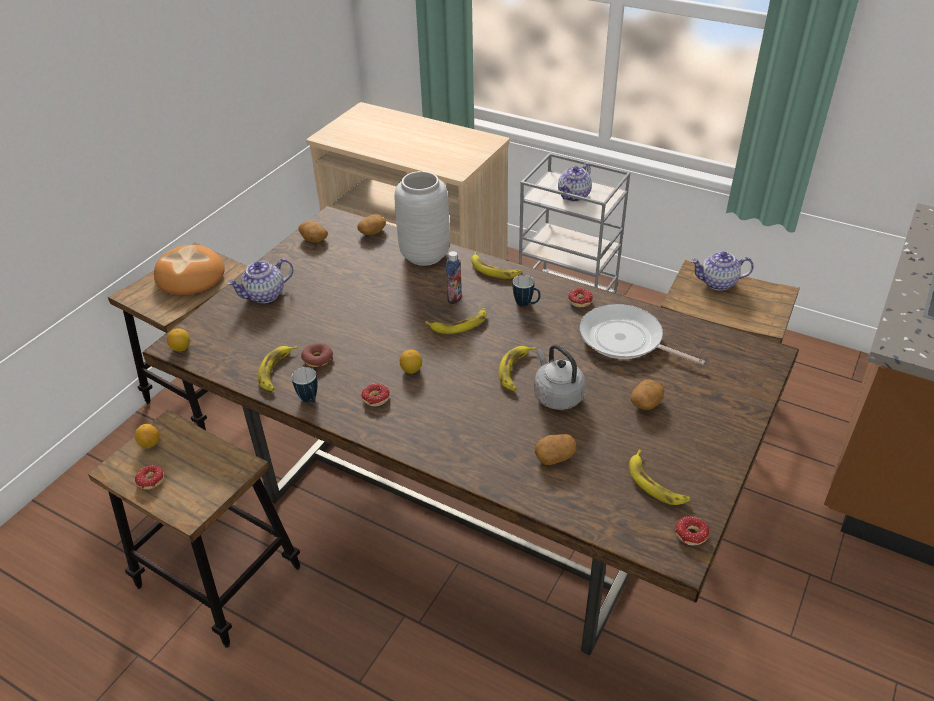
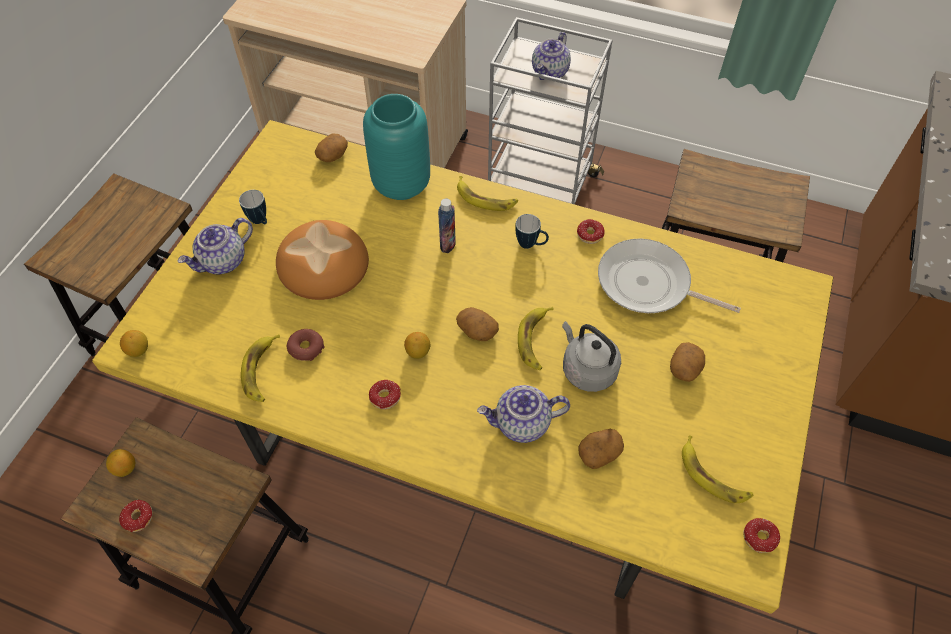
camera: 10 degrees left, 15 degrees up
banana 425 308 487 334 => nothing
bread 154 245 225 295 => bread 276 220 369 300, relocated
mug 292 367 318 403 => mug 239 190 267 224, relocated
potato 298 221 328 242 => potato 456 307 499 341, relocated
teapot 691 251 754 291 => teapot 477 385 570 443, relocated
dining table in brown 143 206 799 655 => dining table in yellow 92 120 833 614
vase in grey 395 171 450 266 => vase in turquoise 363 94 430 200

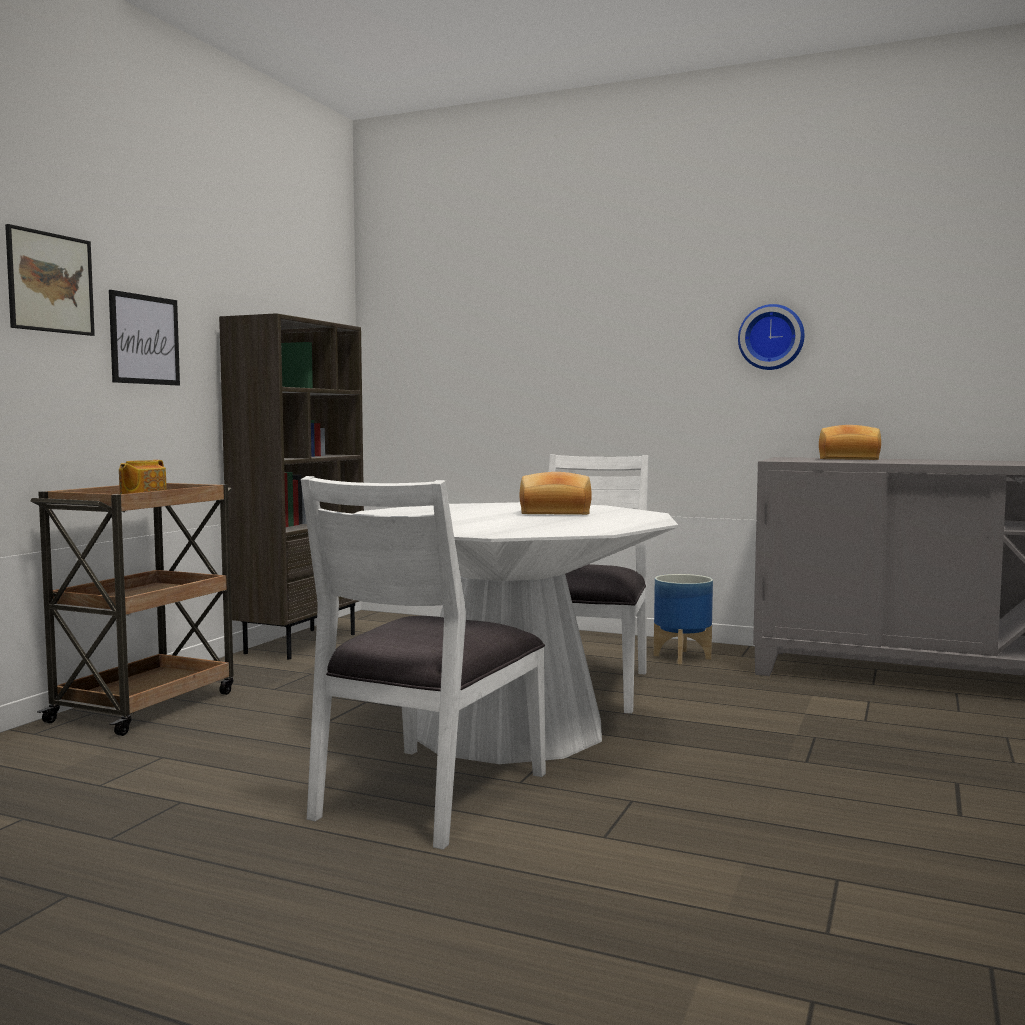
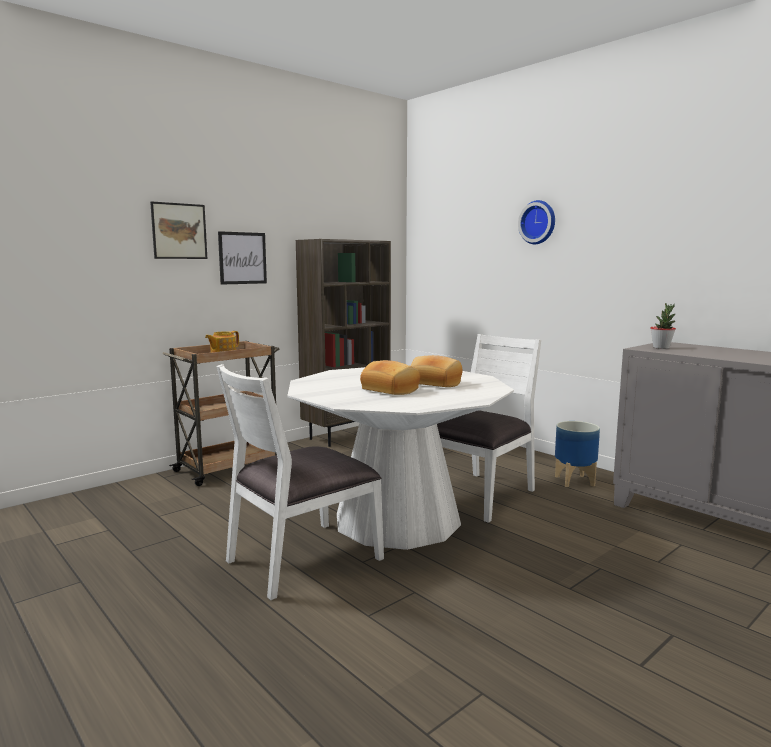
camera: 25 degrees right, 5 degrees up
nothing => potted plant 650 303 676 349
wall clock 738 304 805 370 => wall clock 518 200 555 244, relocated
bread 819 425 881 460 => bread 360 360 420 395, relocated

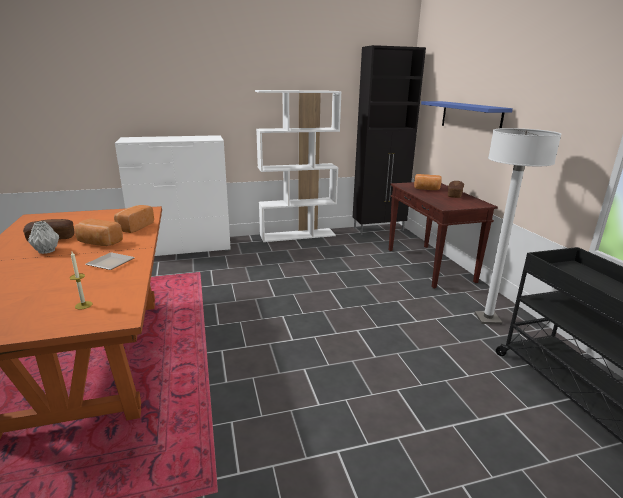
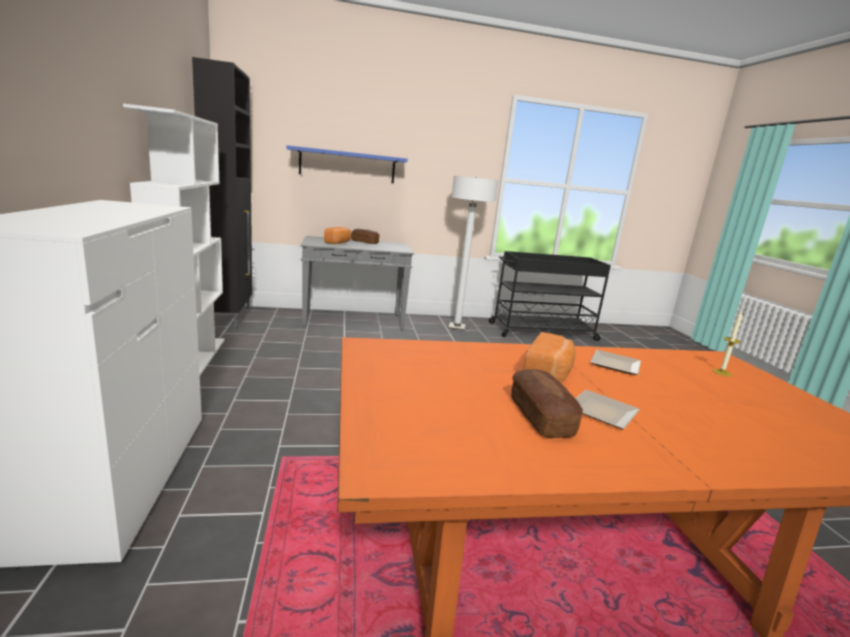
camera: 85 degrees left, 5 degrees down
bread 114 205 154 233 => nothing
vase in grey 28 221 59 254 => plate 575 390 640 430
console table in brown 389 182 498 289 => console table in grey 301 236 414 330

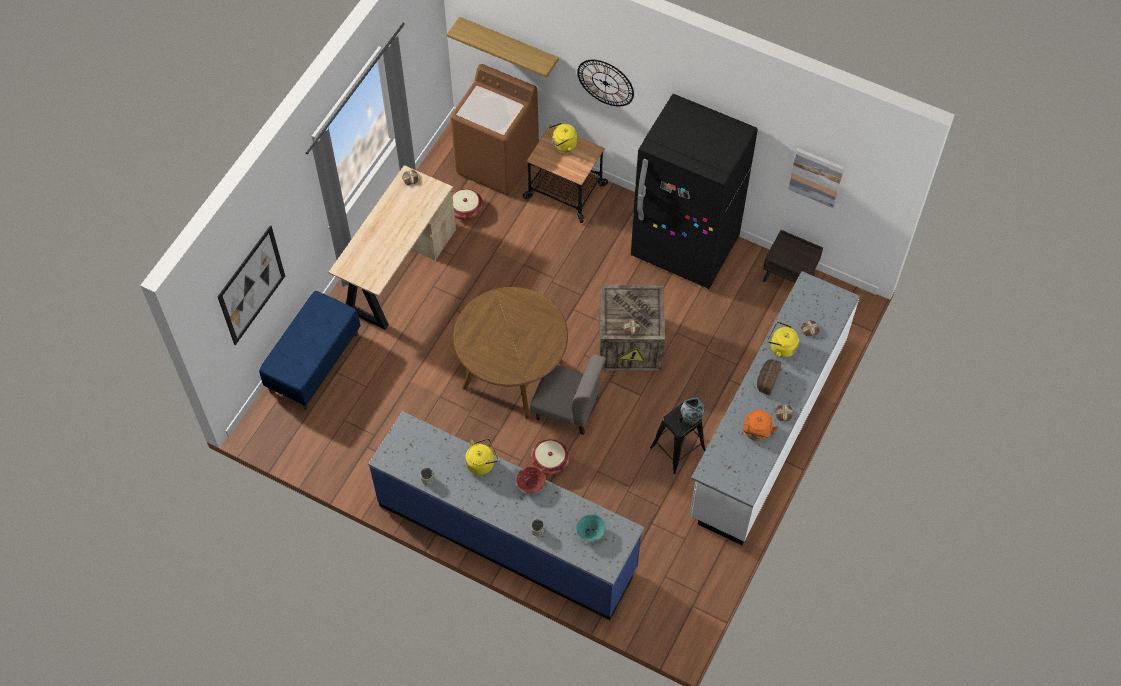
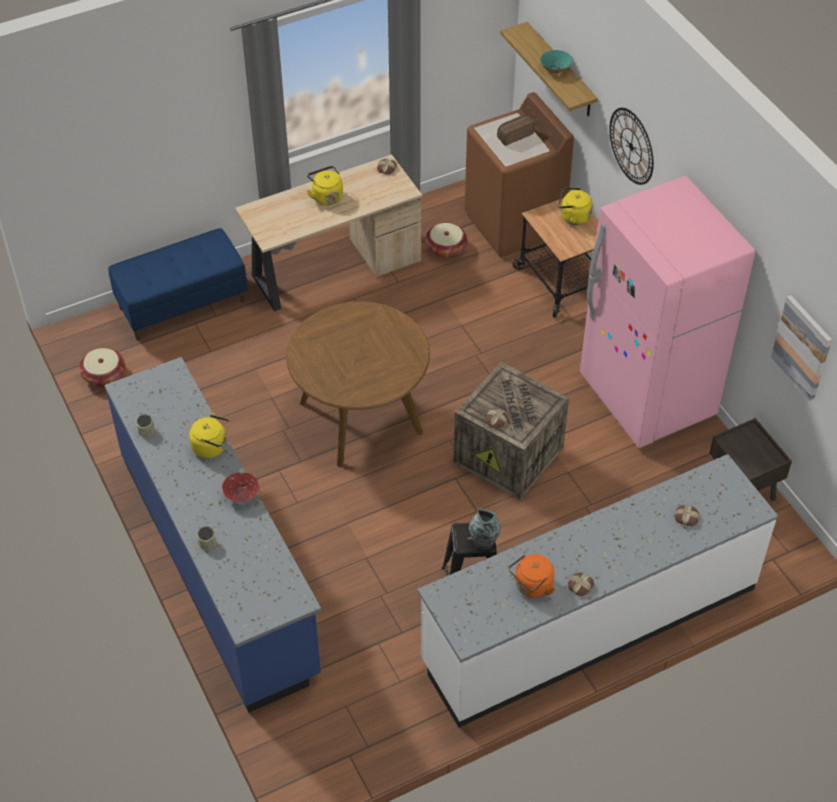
camera: 35 degrees right, 10 degrees down
picture 217 225 285 345 => nothing
chair in grey 530 355 606 435 => nothing
basket 531 439 570 475 => basket 79 348 125 387, relocated
bowl in turquoise 576 514 606 541 => bowl in turquoise 540 50 573 74, relocated
bread 757 359 781 395 => bread 497 115 535 146, relocated
kettle in yellow 768 322 799 357 => kettle in yellow 307 166 343 206, relocated
fridge in black 631 94 758 289 => fridge in pink 580 176 755 448

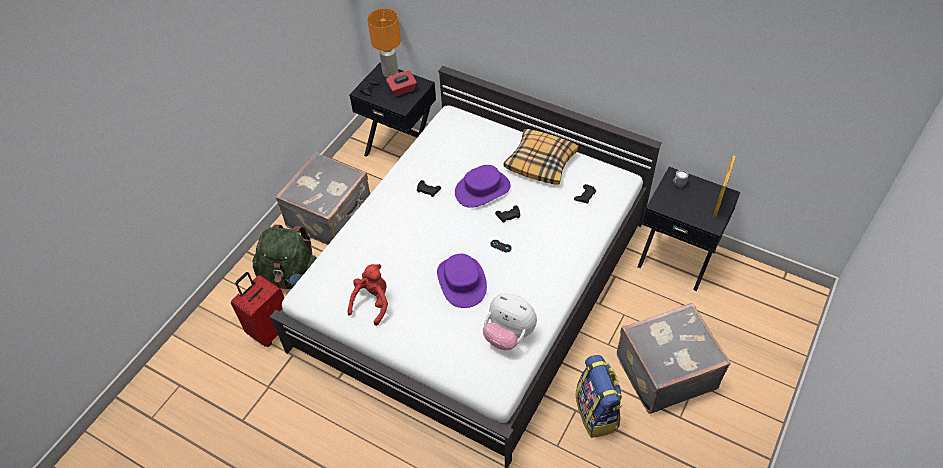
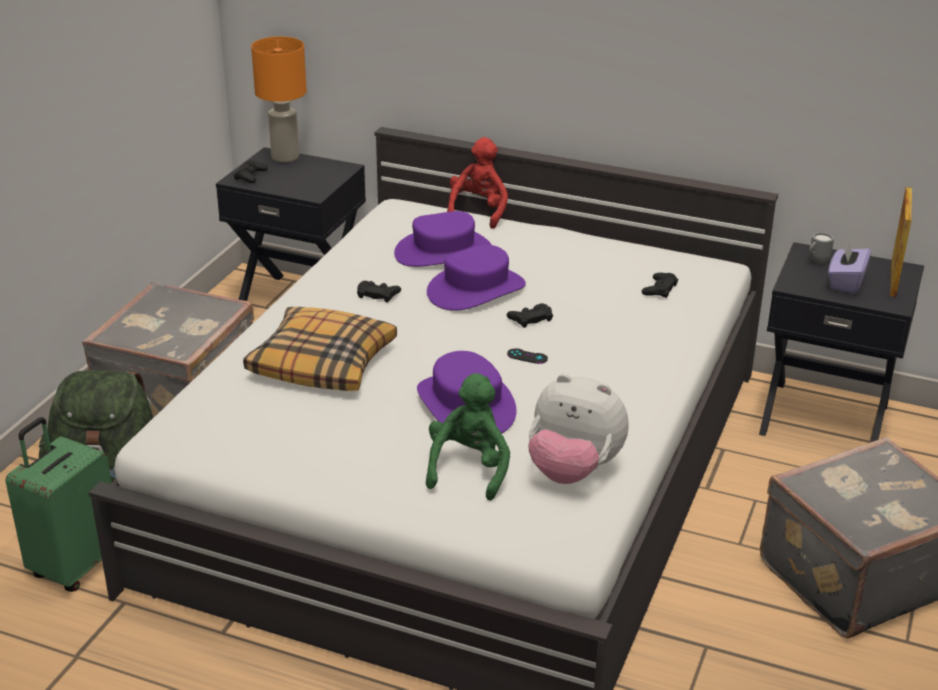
camera: 10 degrees left, 20 degrees down
tissue box in red 386 71 417 96 => nothing
backpack 575 355 622 438 => nothing
nothing => hat in purple 394 211 492 267
nothing => plush toy in green 426 373 510 501
nothing => tissue box in purple 828 240 871 294
plush toy in red 348 264 388 326 => plush toy in red 447 137 508 229, relocated
pillow 504 129 579 185 => pillow 243 307 397 391, relocated
suitcase in red 231 272 284 347 => suitcase in green 5 417 112 592

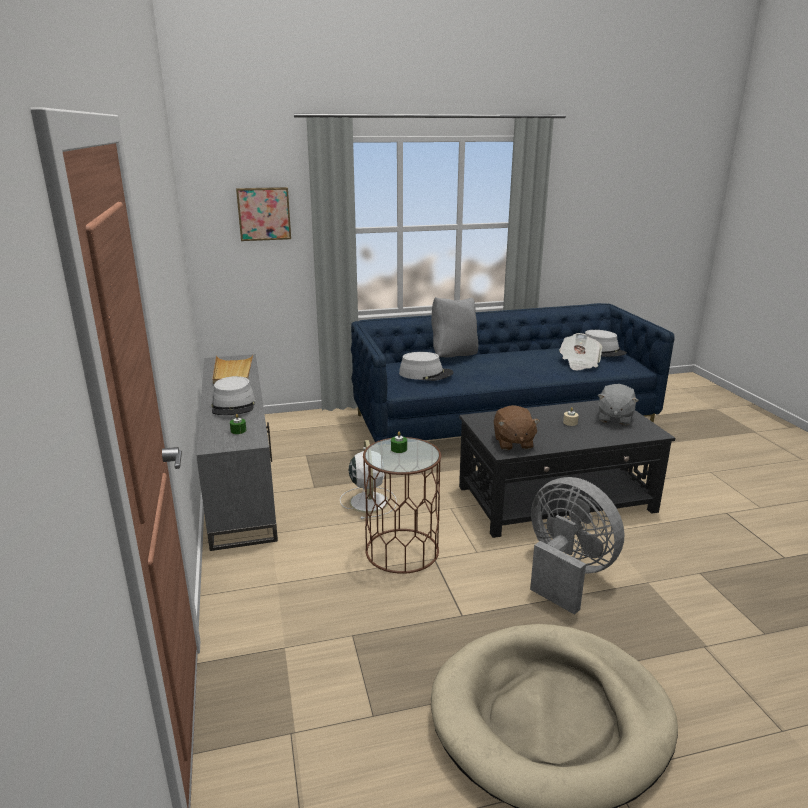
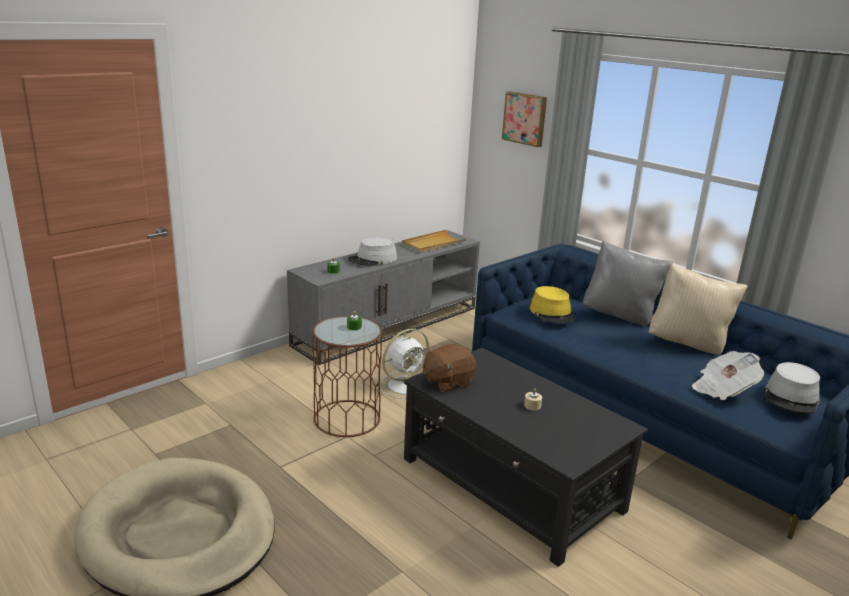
camera: 60 degrees right, 0 degrees up
fan in grey 530 477 625 615 => nothing
plush toy in grey 597 384 639 425 => nothing
nothing => pillow in beige 649 263 747 355
hat in grey 399 352 453 381 => hat in yellow 530 286 576 324

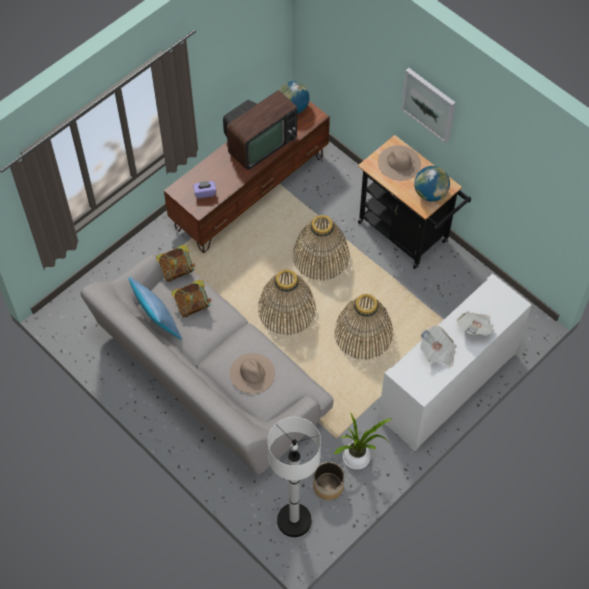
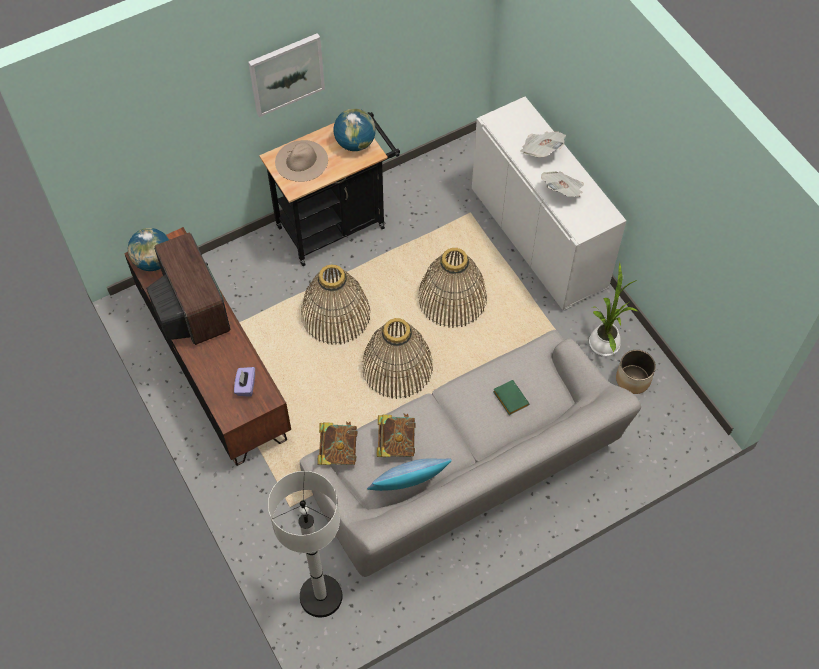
camera: 75 degrees left, 0 degrees up
floor lamp in white 268 417 321 537 => floor lamp in white 268 471 342 617, relocated
hat in beige 230 353 275 394 => book in green 493 380 529 415

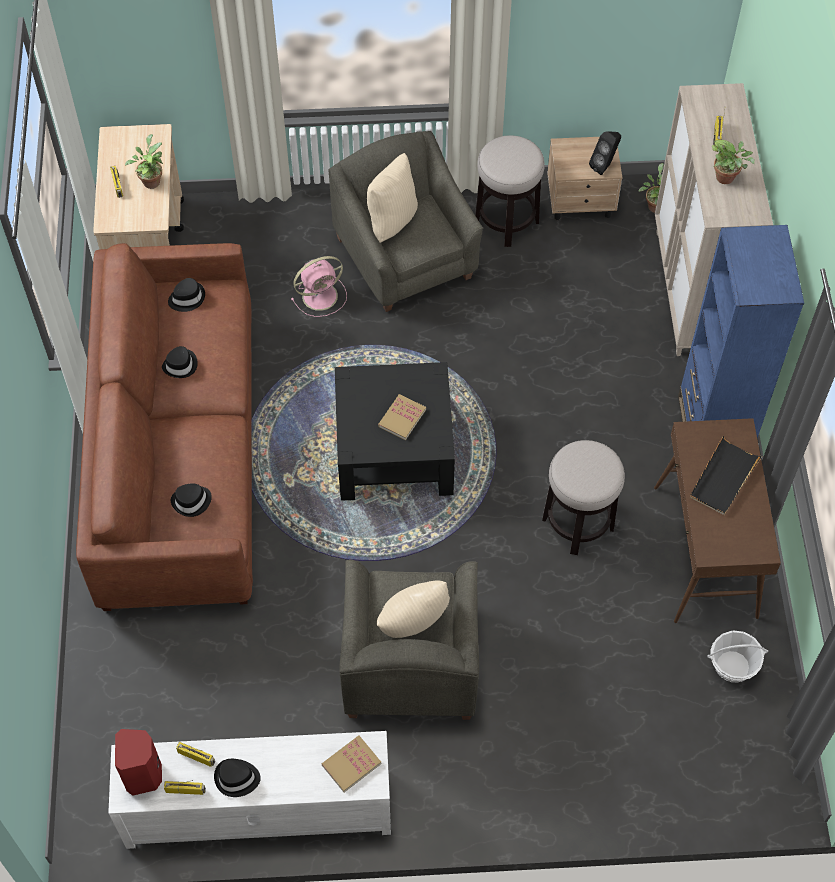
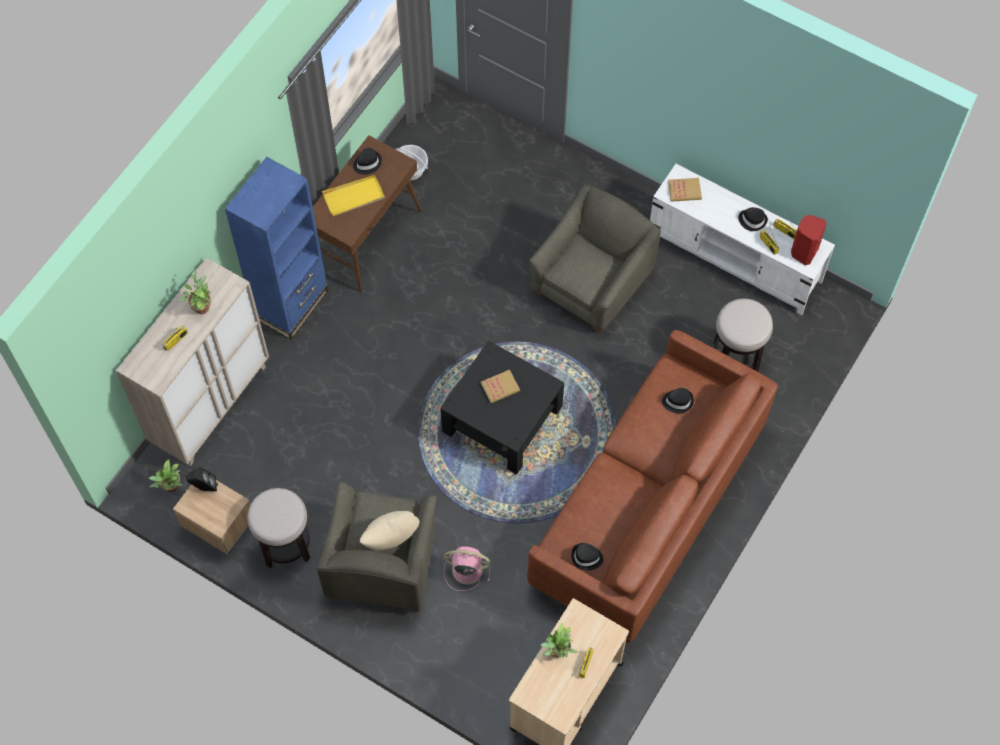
camera: 145 degrees left, 5 degrees up
pillow in beige 377 580 450 638 => nothing
hat in black 162 346 198 378 => hat in black 353 148 382 175, relocated
stool 542 440 625 555 => stool 713 298 773 372, relocated
tray in black 690 436 763 515 => tray in yellow 322 175 385 216

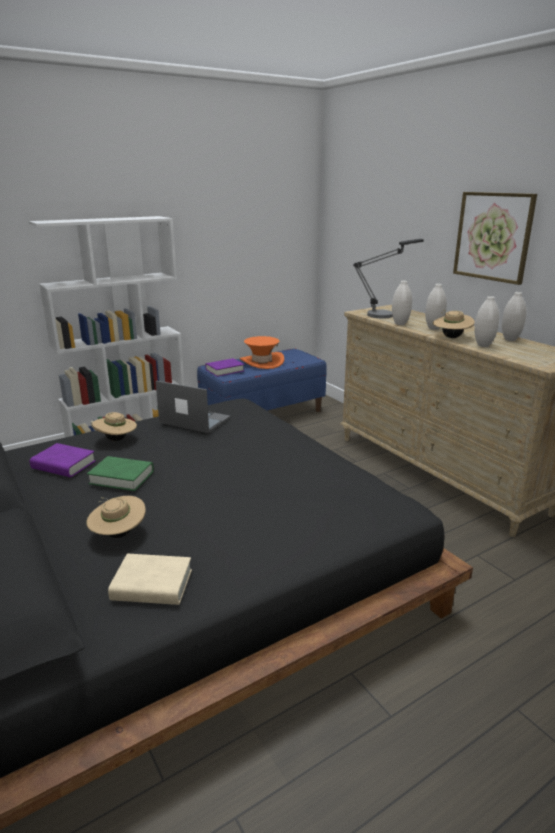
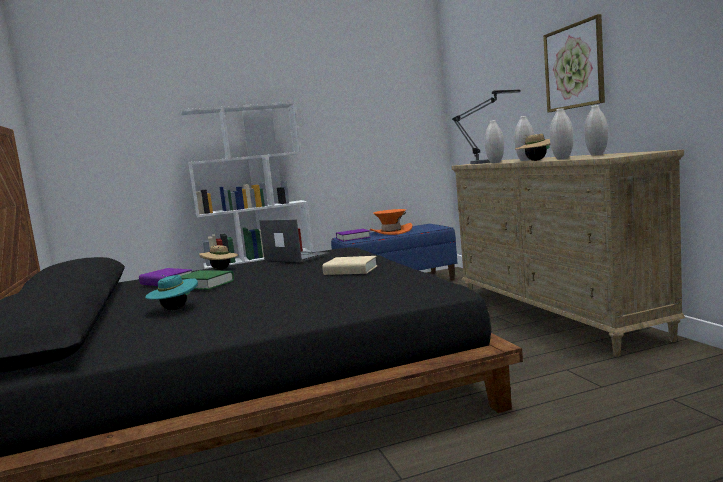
camera: 15 degrees right, 15 degrees down
book in beige 108 554 192 605 => book in beige 322 256 378 275, relocated
hat in beige 87 496 146 538 => hat in turquoise 145 275 198 310

